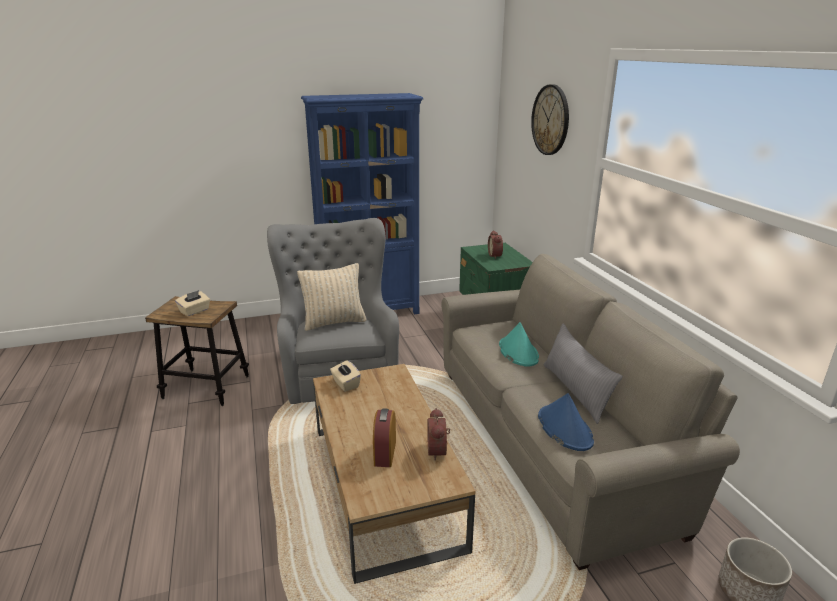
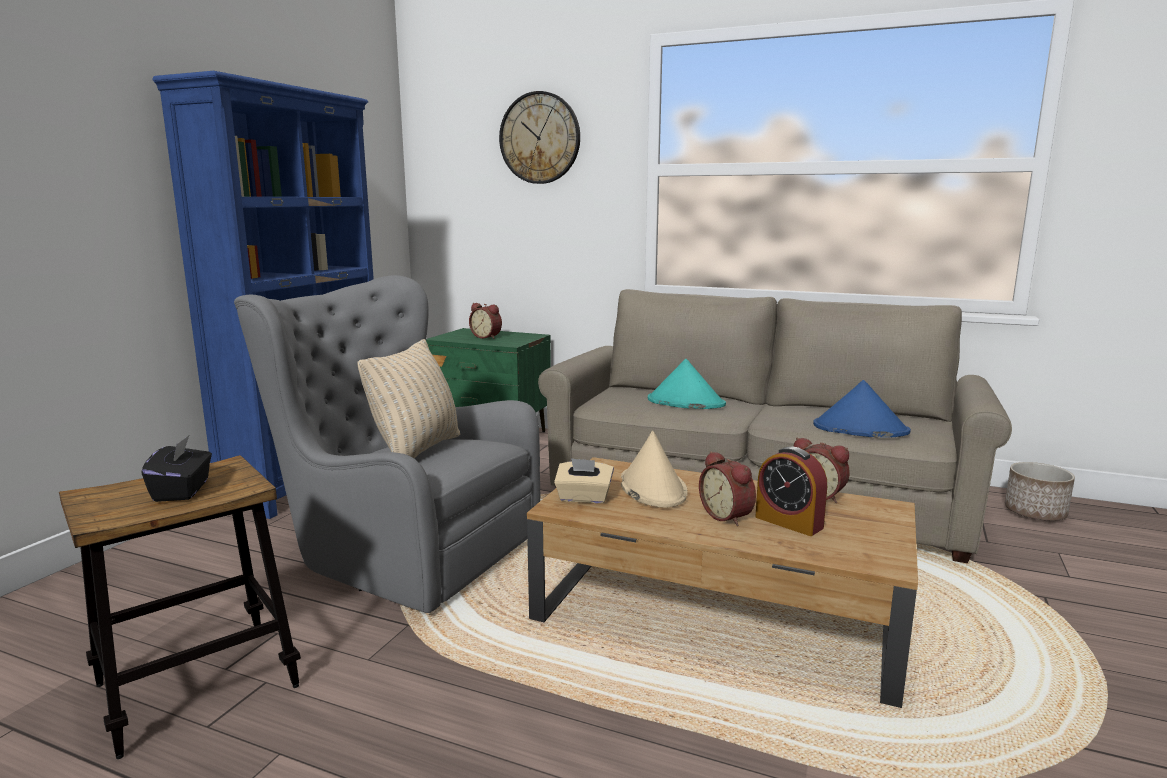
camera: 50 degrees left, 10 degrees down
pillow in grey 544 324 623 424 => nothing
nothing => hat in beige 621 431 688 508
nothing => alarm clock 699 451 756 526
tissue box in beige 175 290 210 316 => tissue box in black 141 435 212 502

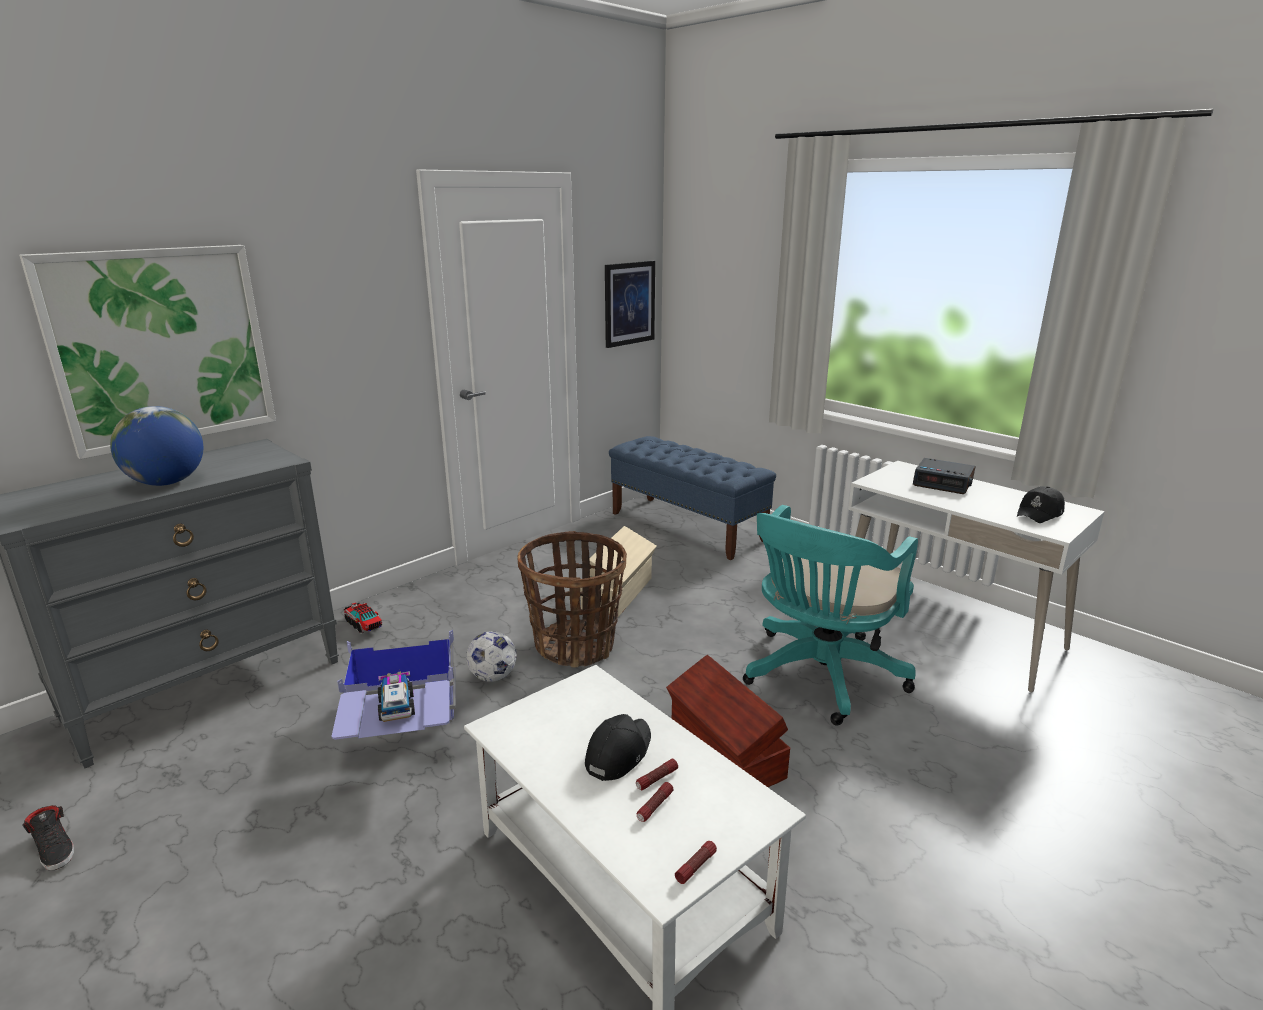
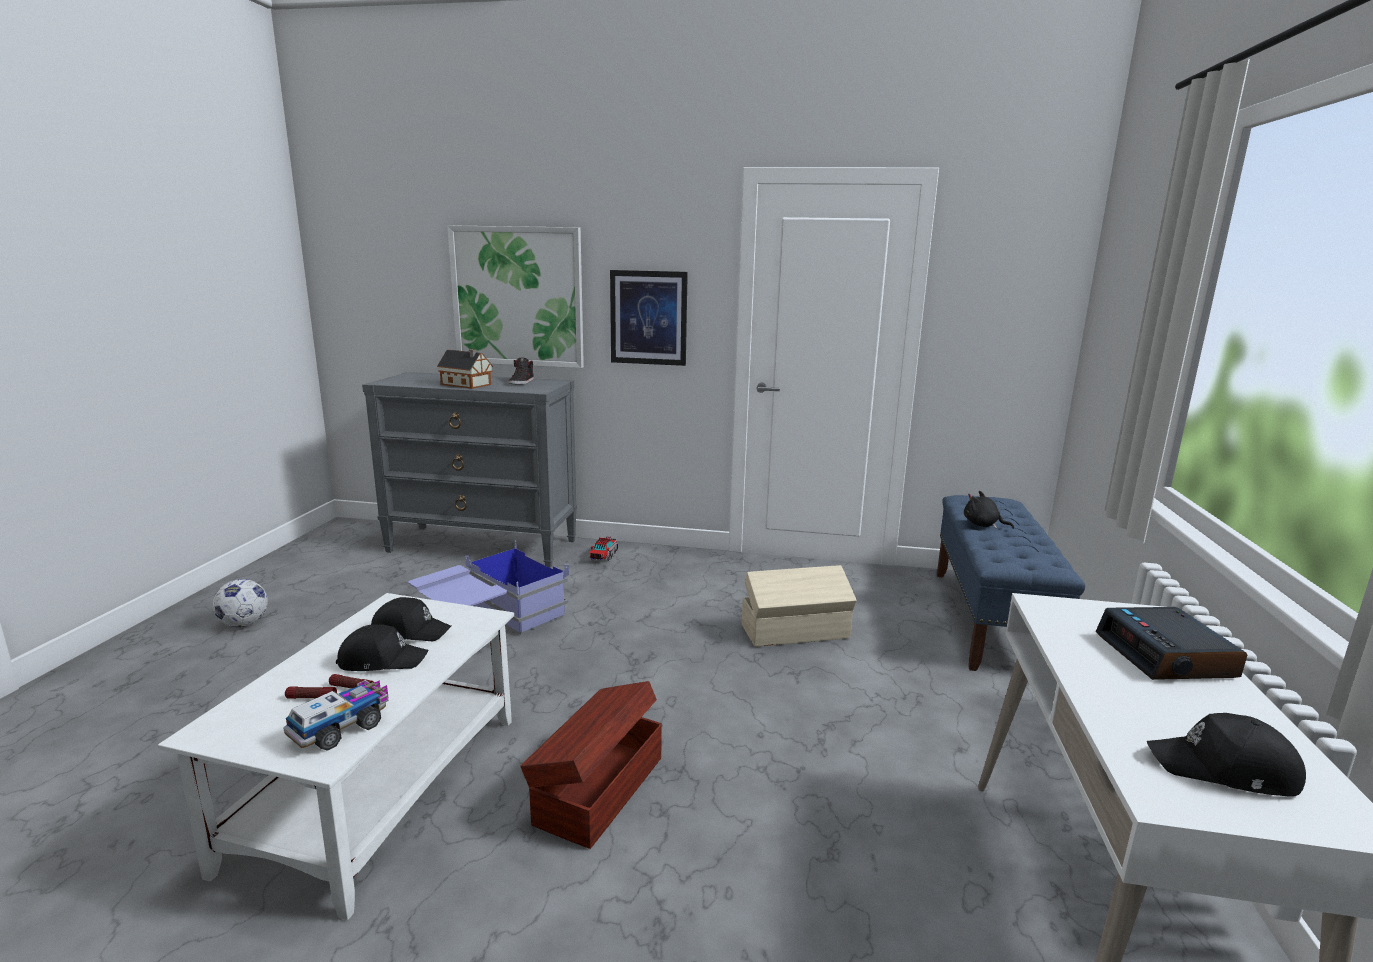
camera: 55 degrees right, 5 degrees down
basket 517 531 627 668 => nothing
flashlight 675 841 717 884 => nothing
office chair in turquoise 743 505 918 726 => nothing
nothing => cap in black 371 597 451 641
nothing => plush toy in black 964 491 1014 529
shoe in black 22 805 74 870 => shoe in black 508 358 534 385, relocated
toy truck 378 671 415 722 => toy truck 283 680 388 751, relocated
football 466 631 517 682 => football 213 579 268 627, relocated
picture 605 261 655 348 => picture 610 270 688 366, relocated
globe 110 406 203 486 => toy house 437 349 493 389

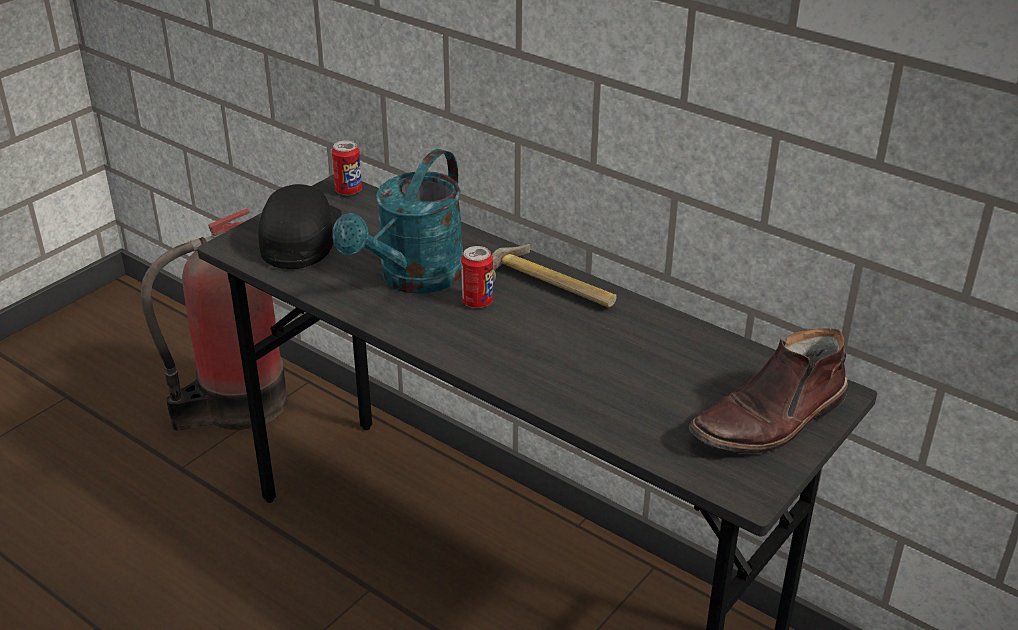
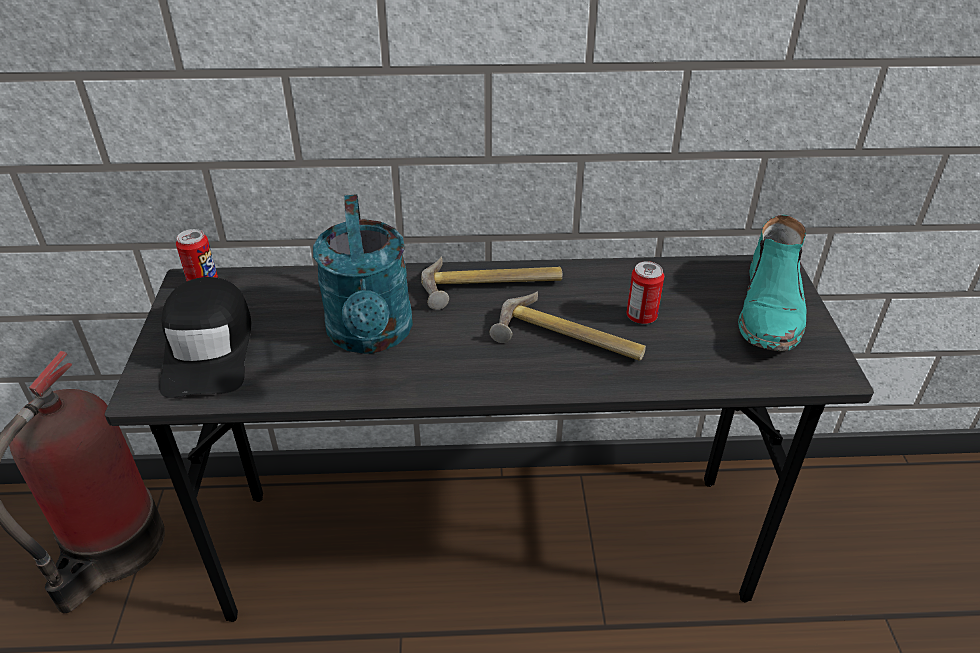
camera: 40 degrees left, 5 degrees up
nothing => hammer 489 292 646 360
can 461 246 493 308 => can 627 261 664 324, relocated
boot in brown 689 328 848 454 => boot in turquoise 738 215 806 351
cap in black 258 184 341 269 => cap in black 159 277 251 398, 150 degrees counterclockwise

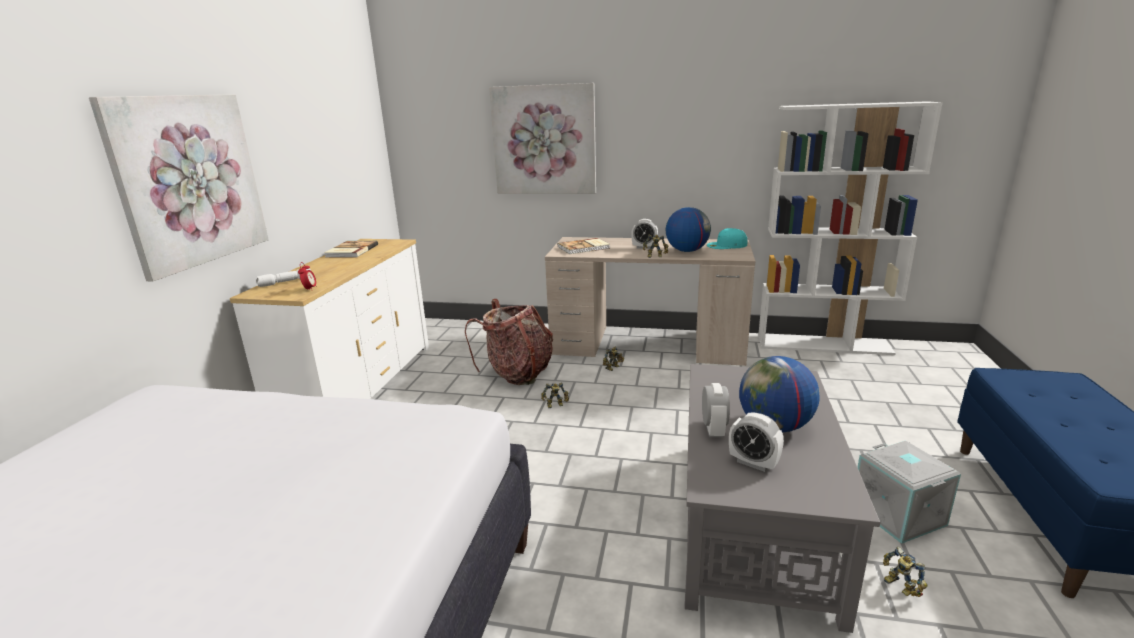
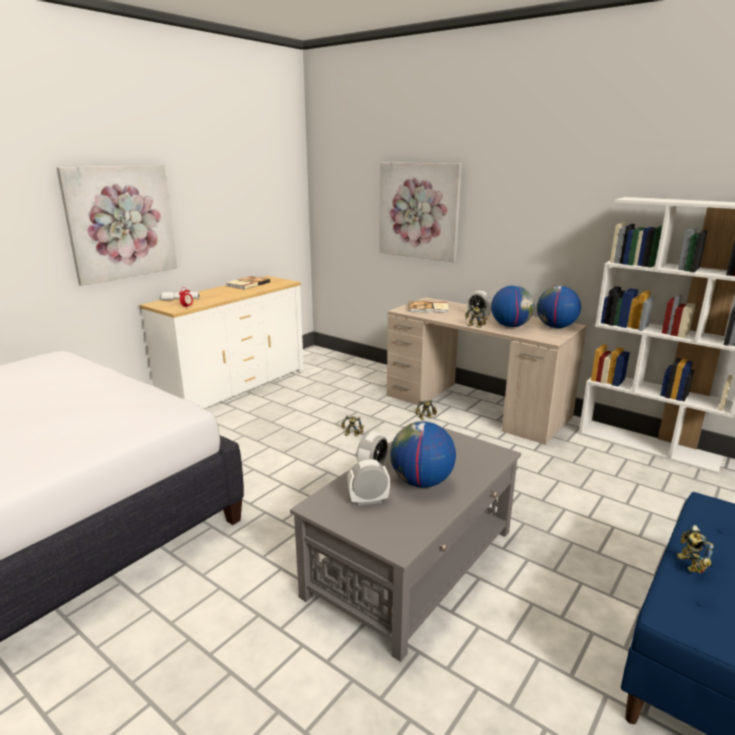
camera: 25 degrees right, 0 degrees up
backpack 465 299 553 385 => nothing
storage box in grey 857 441 961 544 => nothing
toy robot 883 547 928 597 => toy robot 676 525 714 574, relocated
cap in turquoise 707 228 747 249 => globe 537 286 581 328
alarm clock 729 412 784 472 => alarm clock 347 459 390 506, 105 degrees clockwise

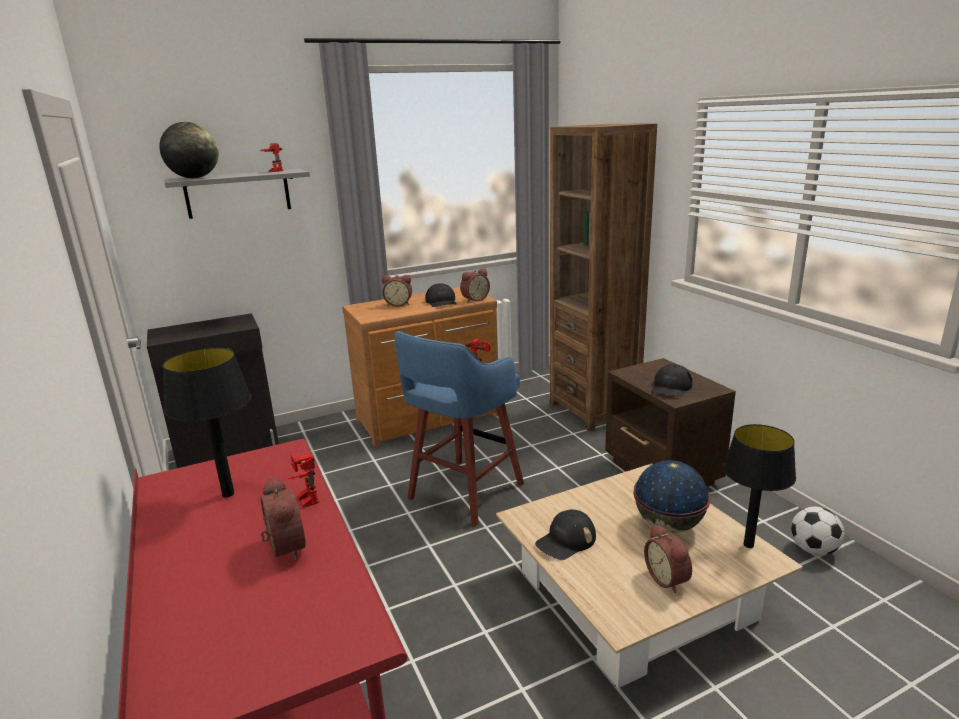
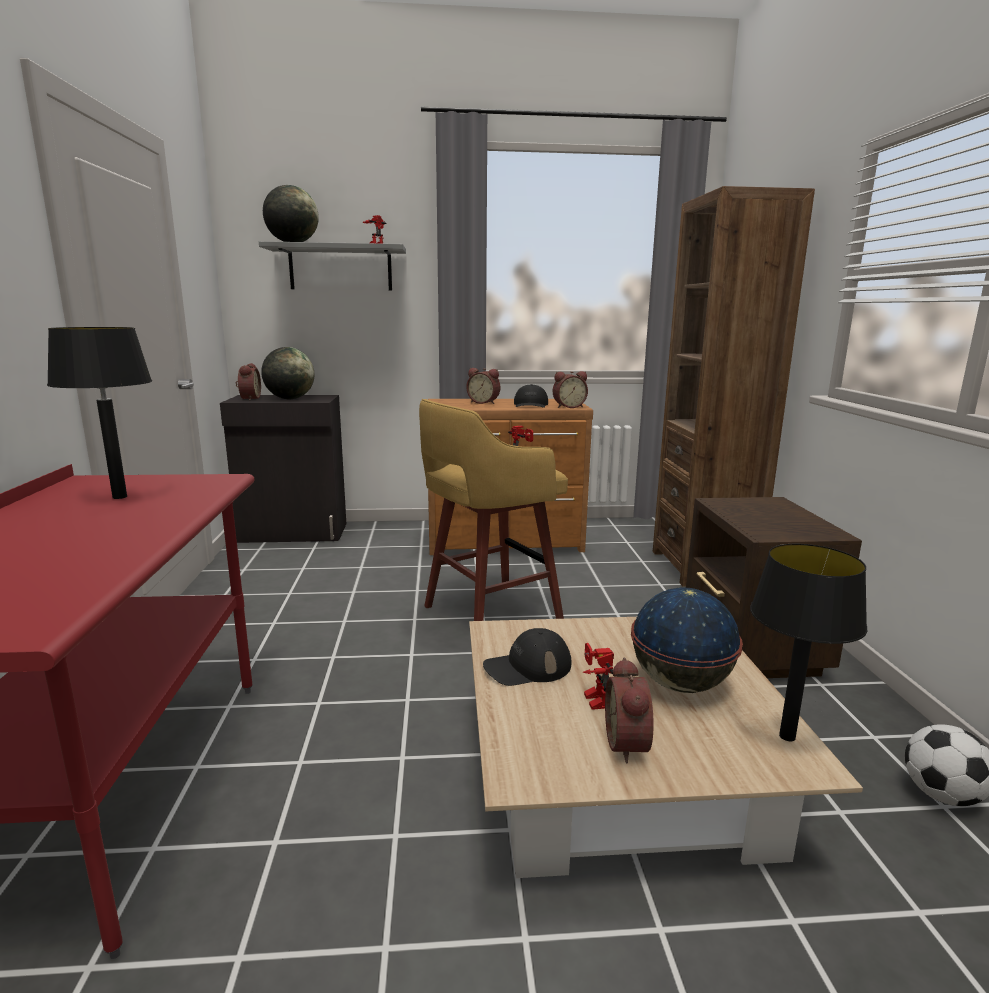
camera: 20 degrees right, 5 degrees down
cap in black 651 364 693 397 => nothing
nothing => globe 261 347 314 399
alarm clock 260 477 306 560 => alarm clock 236 363 261 400, relocated
toy robot 288 454 319 508 => toy robot 583 643 614 710, relocated
stool in blue 395 331 524 526 => stool in yellow 419 399 568 621

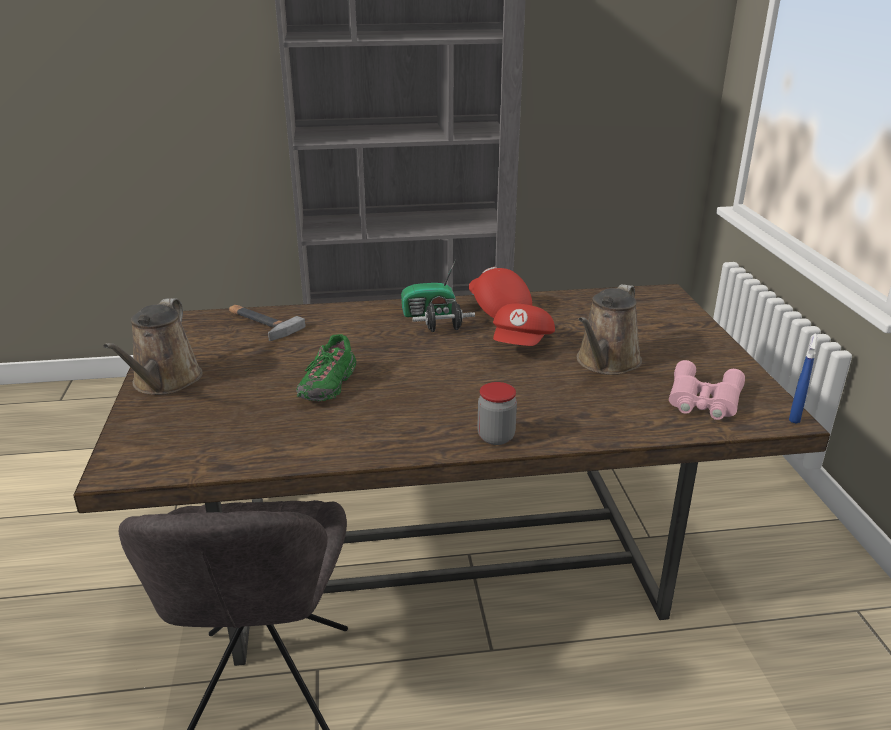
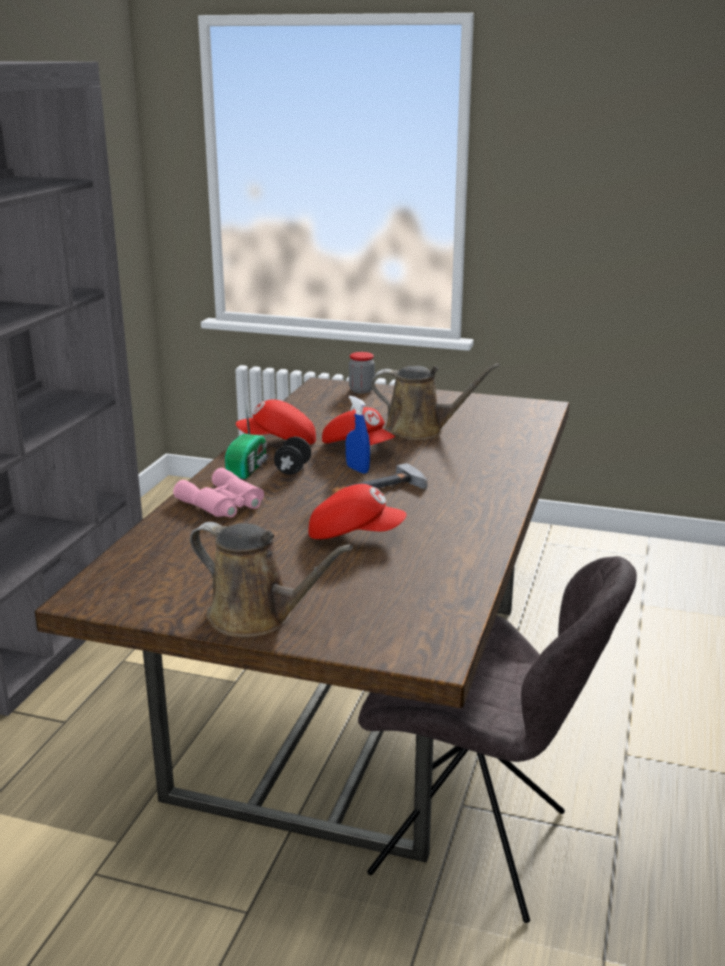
camera: 65 degrees left, 5 degrees down
hammer 229 305 306 341 => hammer 332 463 427 494, relocated
jar 477 382 517 445 => jar 349 352 375 393, relocated
binoculars in pink 669 360 745 420 => binoculars in pink 173 468 264 518, relocated
spray bottle in blue 789 334 817 424 => spray bottle in blue 346 396 370 474, relocated
shoe in green 296 334 356 401 => cap in red 308 484 407 539
watering can in brown 577 284 642 375 => watering can in brown 371 363 500 440, 45 degrees counterclockwise

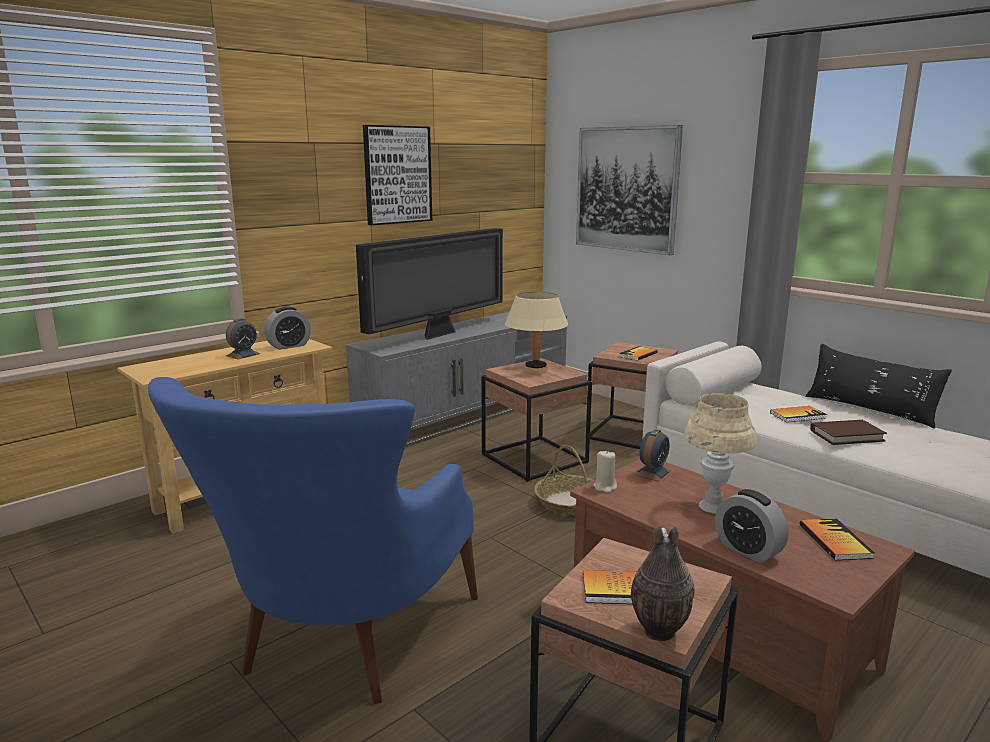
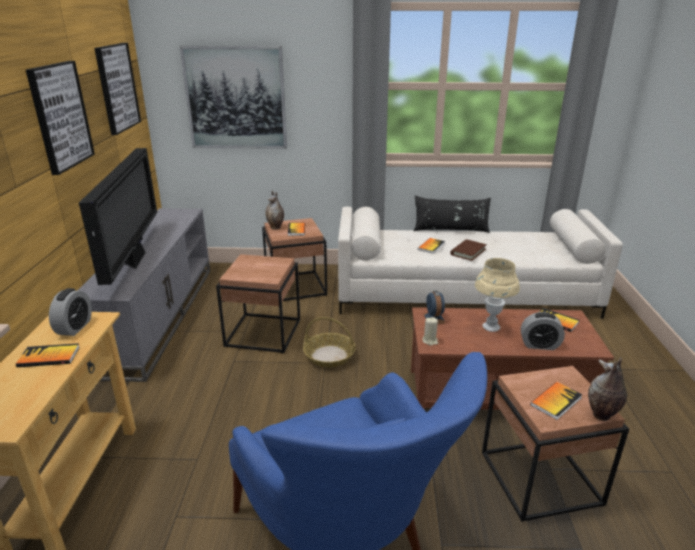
camera: 45 degrees left, 10 degrees up
table lamp in beige 505 292 569 368 => nothing
nothing => picture 94 43 141 135
nothing => vase 265 191 284 229
alarm clock 226 318 260 359 => book 16 343 79 367

